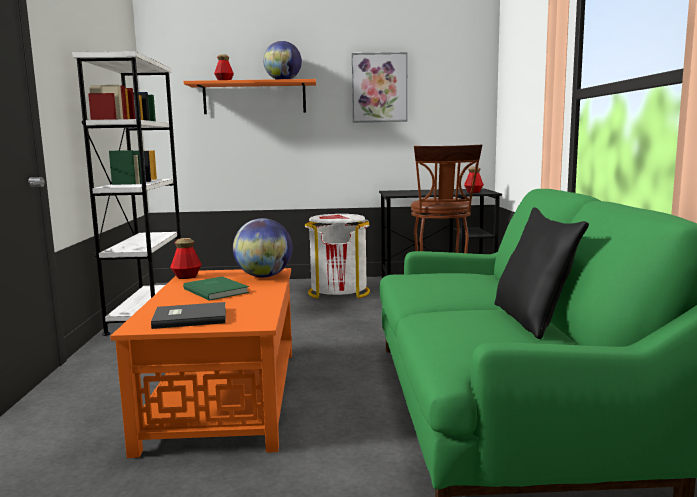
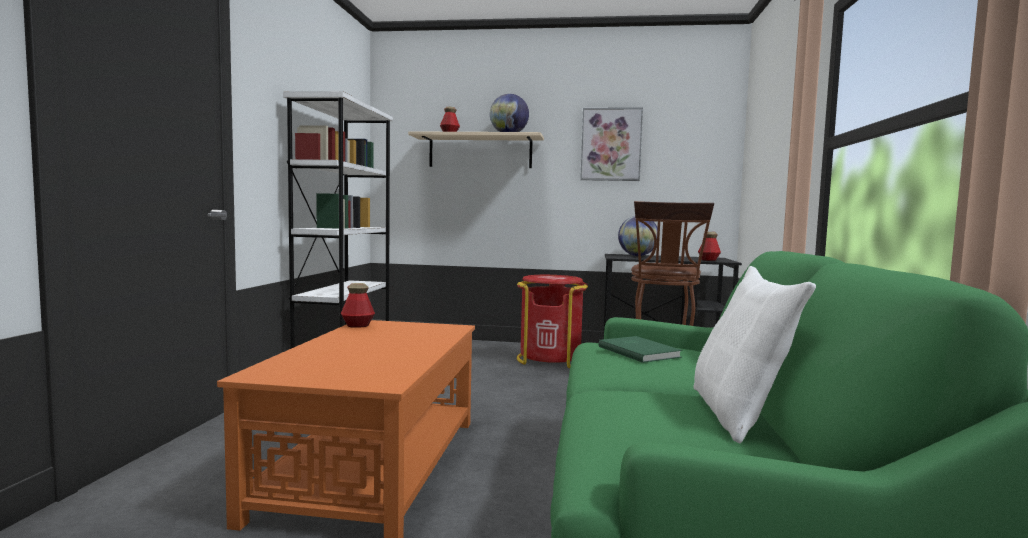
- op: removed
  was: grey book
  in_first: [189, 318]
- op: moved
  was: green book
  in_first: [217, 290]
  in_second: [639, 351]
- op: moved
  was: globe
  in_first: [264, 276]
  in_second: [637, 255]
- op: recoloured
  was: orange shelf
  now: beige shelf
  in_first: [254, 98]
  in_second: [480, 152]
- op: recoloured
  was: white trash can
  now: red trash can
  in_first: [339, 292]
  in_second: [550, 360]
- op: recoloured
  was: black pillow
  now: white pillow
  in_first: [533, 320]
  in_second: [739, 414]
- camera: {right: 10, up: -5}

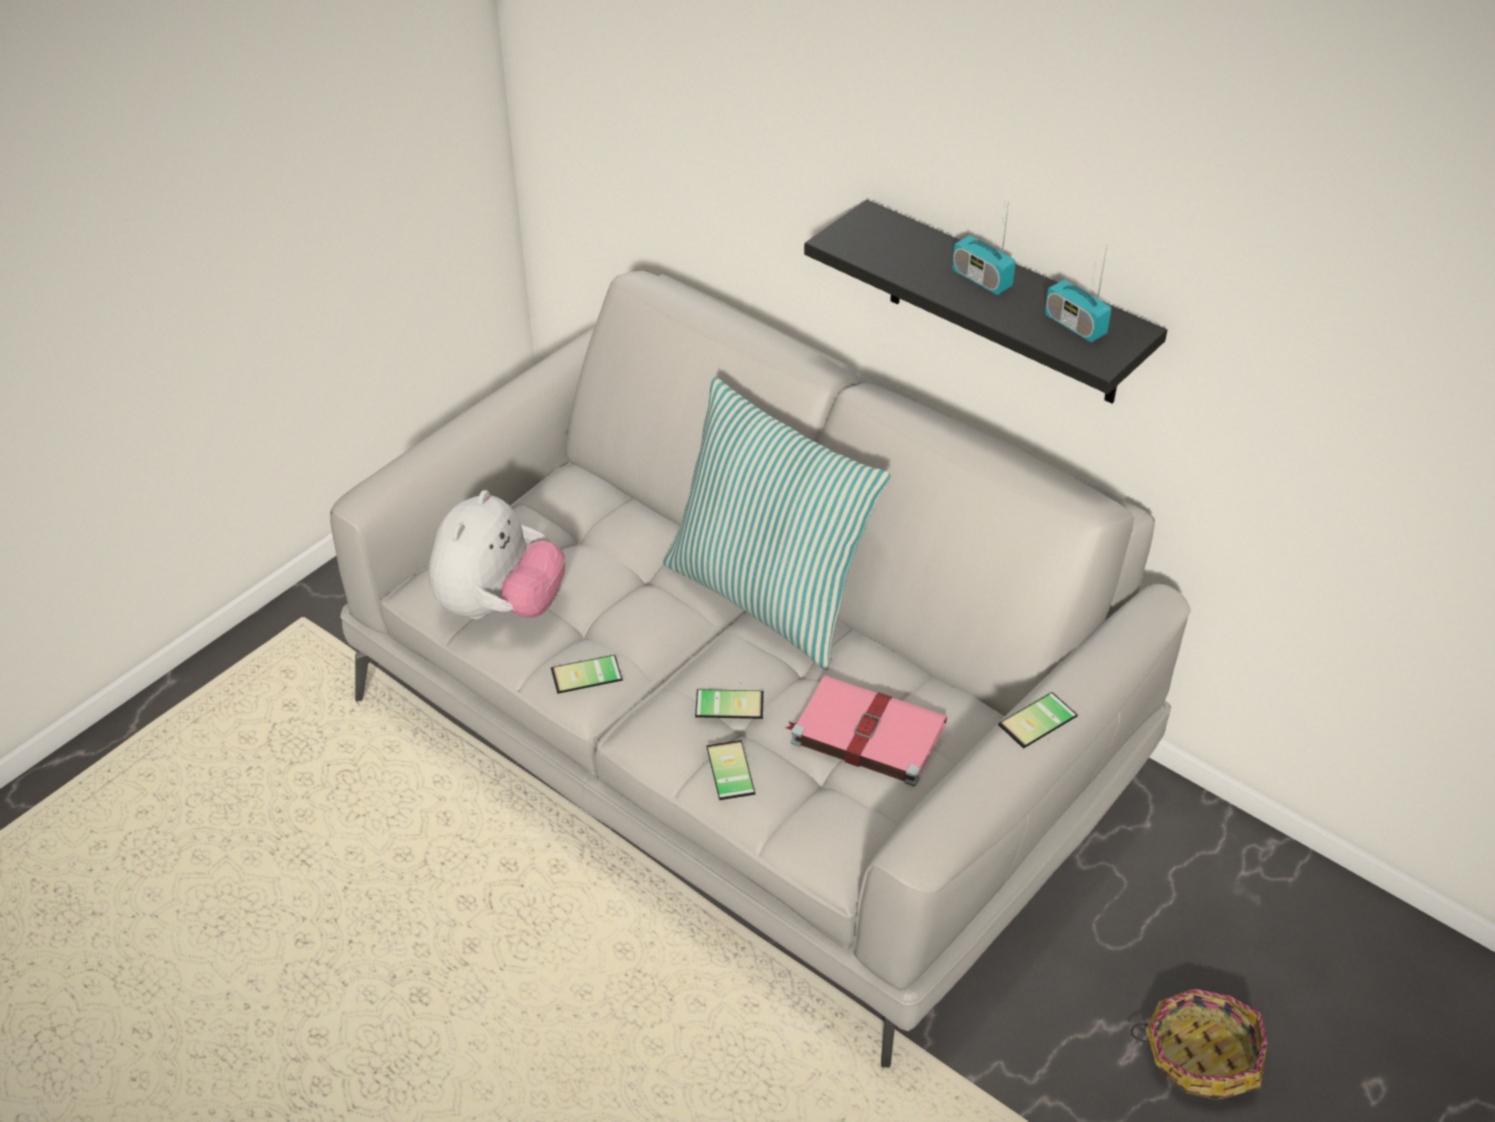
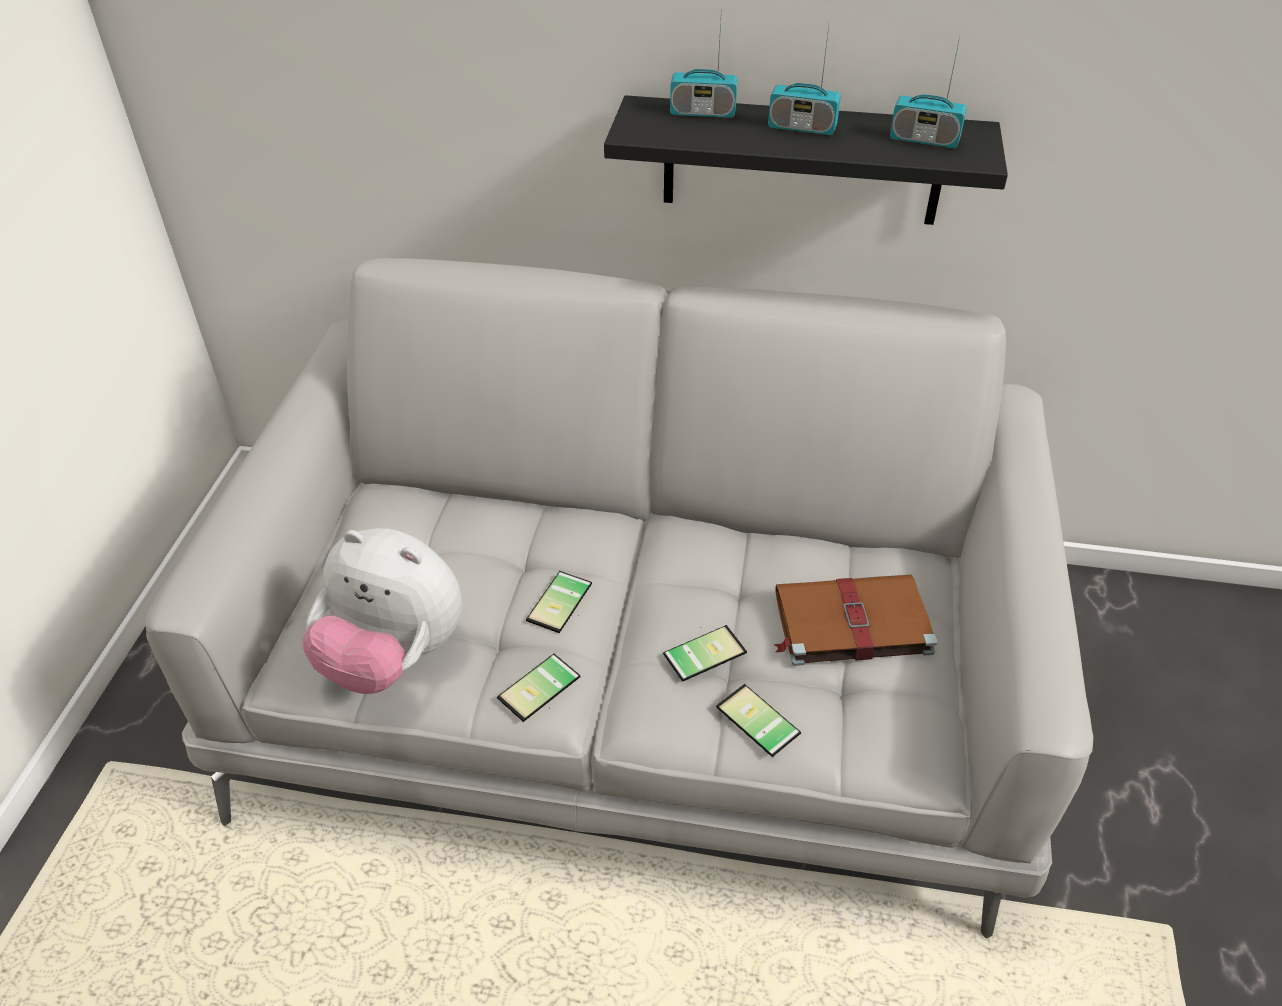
- op: removed
  was: pillow
  in_first: [768, 596]
- op: removed
  was: basket
  in_first: [1201, 1055]
- op: added
  now: radio
  in_second: [702, 112]
- op: moved
  was: phone
  in_first: [1040, 723]
  in_second: [563, 603]
- op: recoloured
  was: pink book
  now: brown book
  in_first: [865, 732]
  in_second: [849, 623]
- op: turned
  was: plush toy
  in_first: [500, 607]
  in_second: [393, 656]
  clockwise: 120
- camera: {right: -30, up: 0}

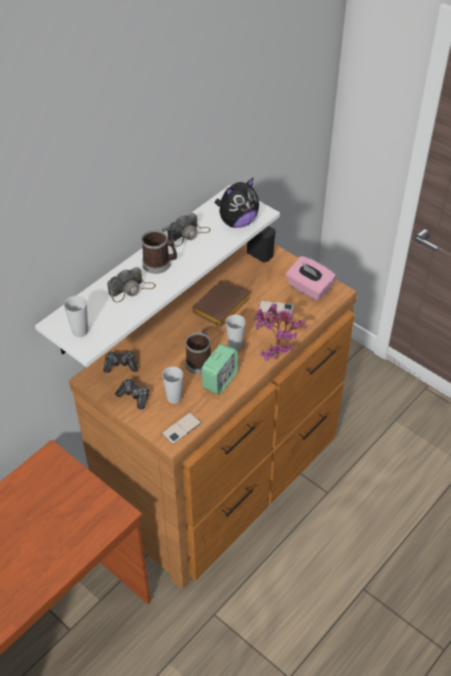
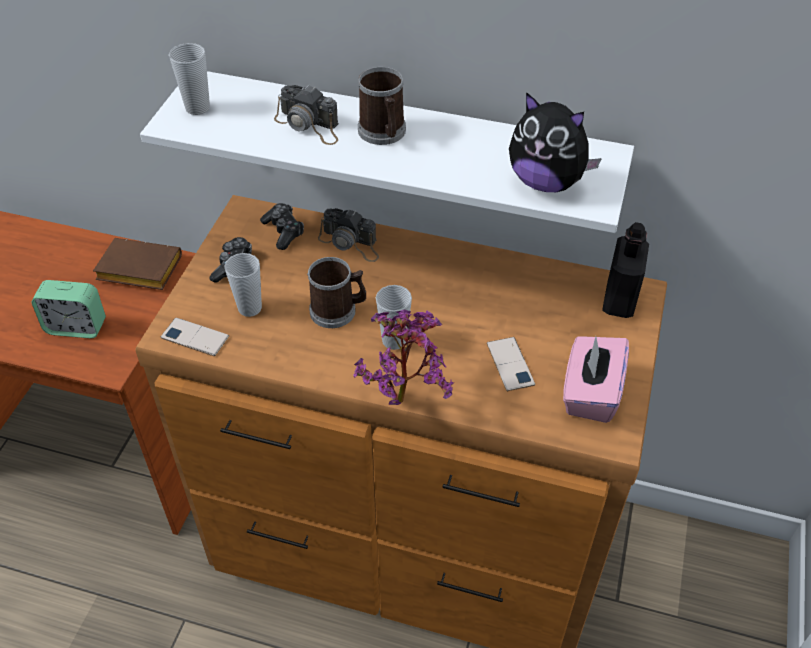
- op: moved
  was: photo camera
  in_first: [189, 234]
  in_second: [350, 243]
- op: moved
  was: brown book
  in_first: [221, 308]
  in_second: [137, 270]
- op: moved
  was: alarm clock
  in_first: [220, 380]
  in_second: [76, 327]
- camera: {right: 65, up: 0}

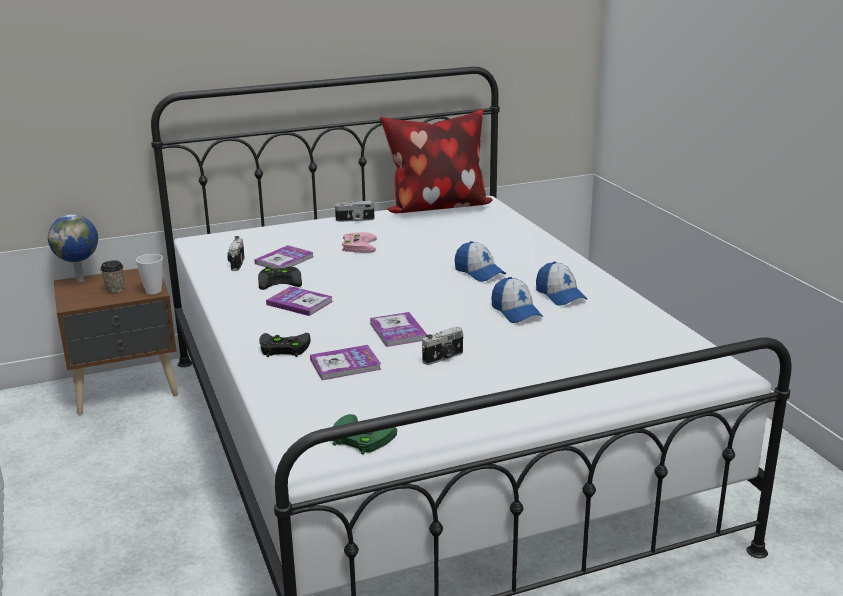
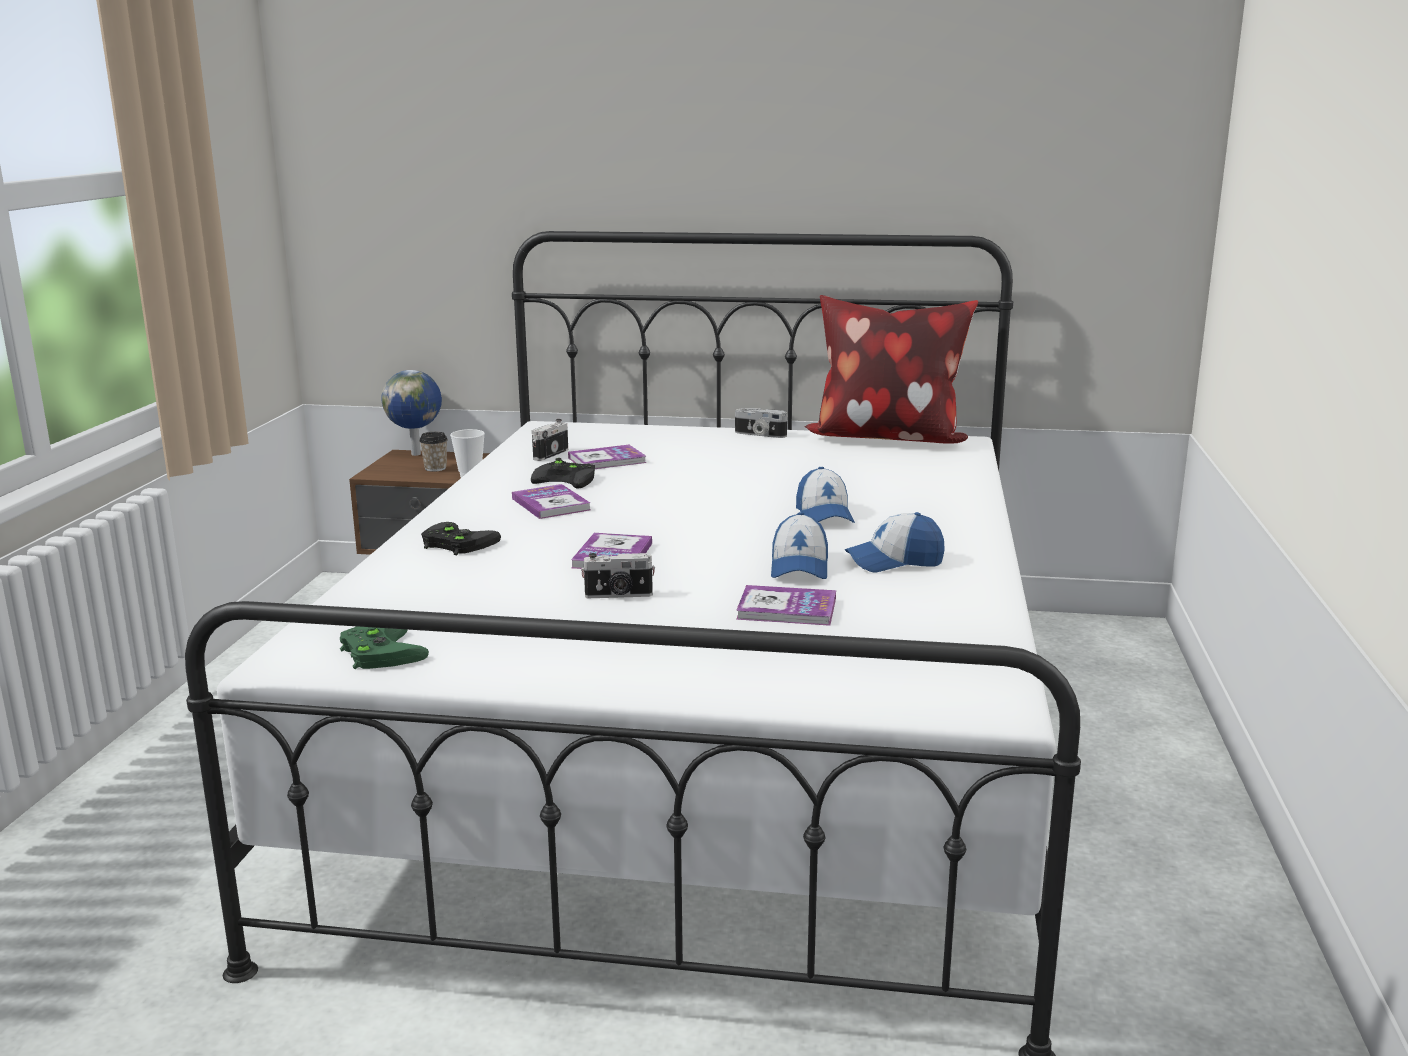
- op: removed
  was: pink game controller
  in_first: [357, 245]
- op: moved
  was: book
  in_first: [345, 364]
  in_second: [786, 609]
- op: turned
  was: cap
  in_first: [560, 295]
  in_second: [894, 561]
  clockwise: 75
- camera: {right: 30, up: -5}

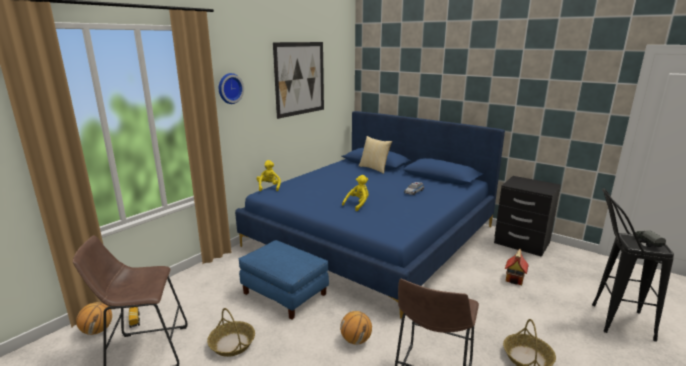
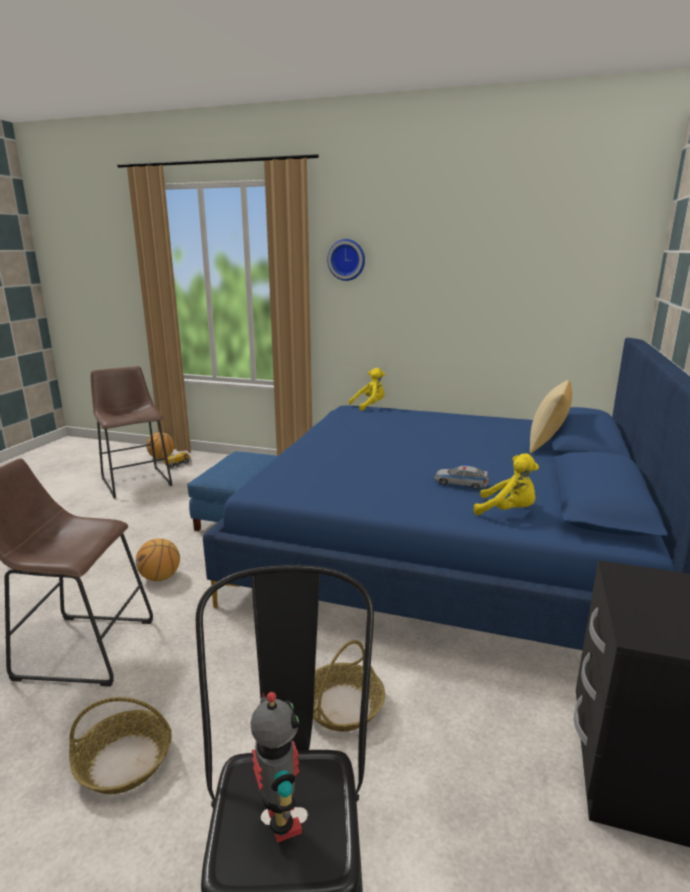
- op: removed
  was: picture
  in_first: [300, 78]
- op: removed
  was: toy house
  in_first: [515, 279]
- op: moved
  was: basket
  in_first: [232, 344]
  in_second: [343, 705]
- op: moved
  was: yellow plush toy
  in_first: [358, 204]
  in_second: [507, 511]
- op: replaced
  was: toy truck
  now: toy robot
  in_first: [647, 243]
  in_second: [279, 821]
- camera: {right: 70, up: 0}

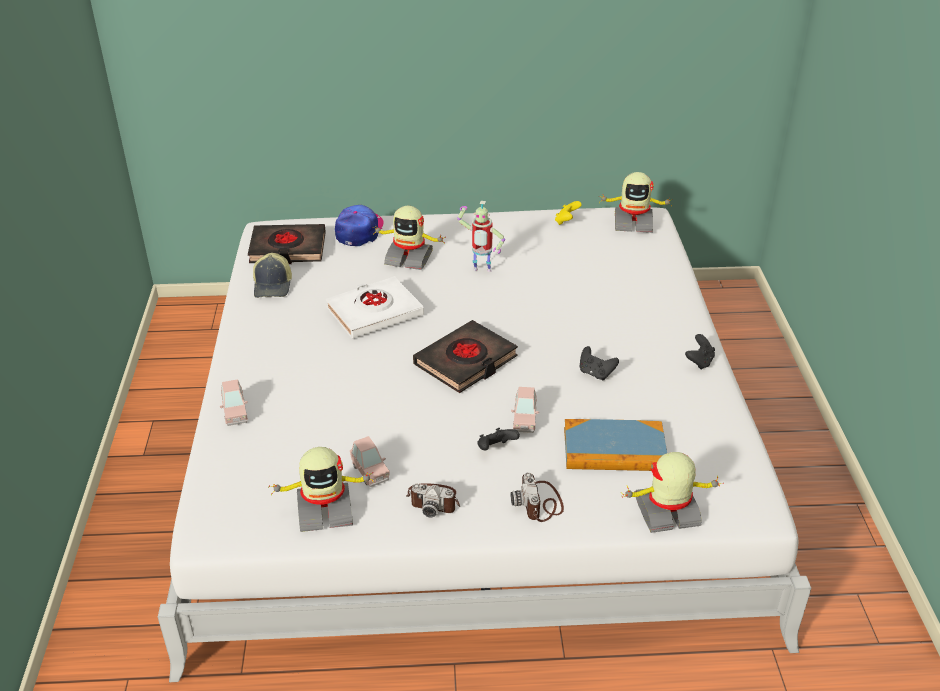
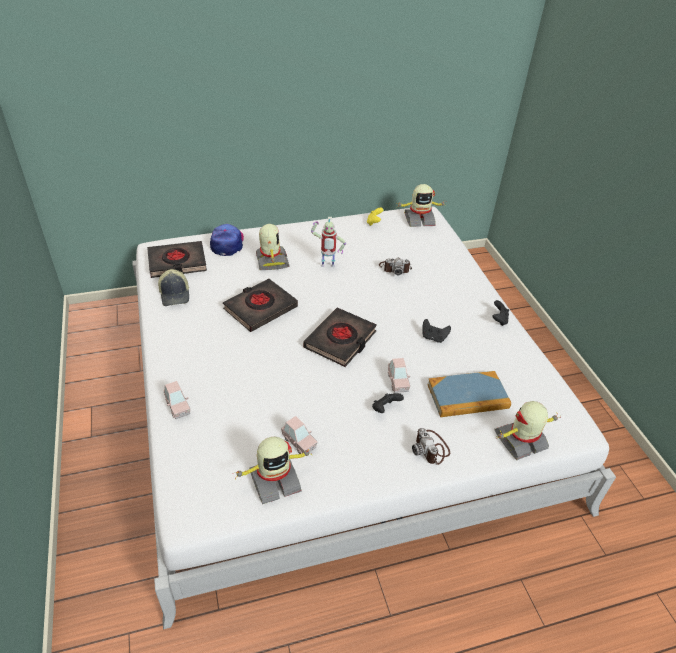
- op: moved
  was: photo camera
  in_first: [434, 500]
  in_second: [395, 268]
- op: recoloured
  was: white book
  now: black book
  in_first: [374, 312]
  in_second: [260, 308]
- op: turned
  was: toy robot
  in_first: [409, 258]
  in_second: [271, 261]
  clockwise: -105
- camera: {right: -15, up: 5}

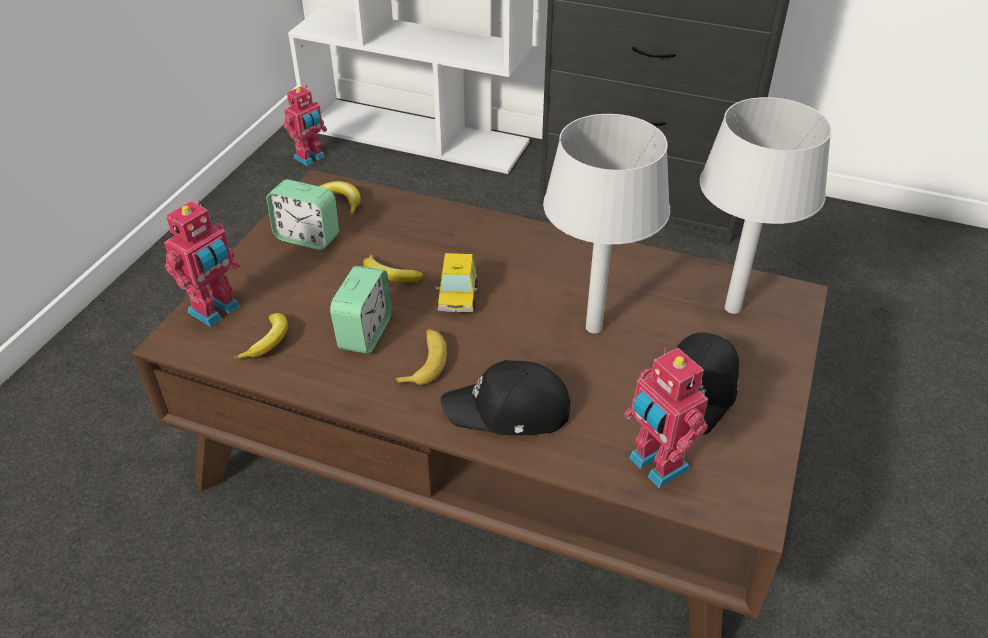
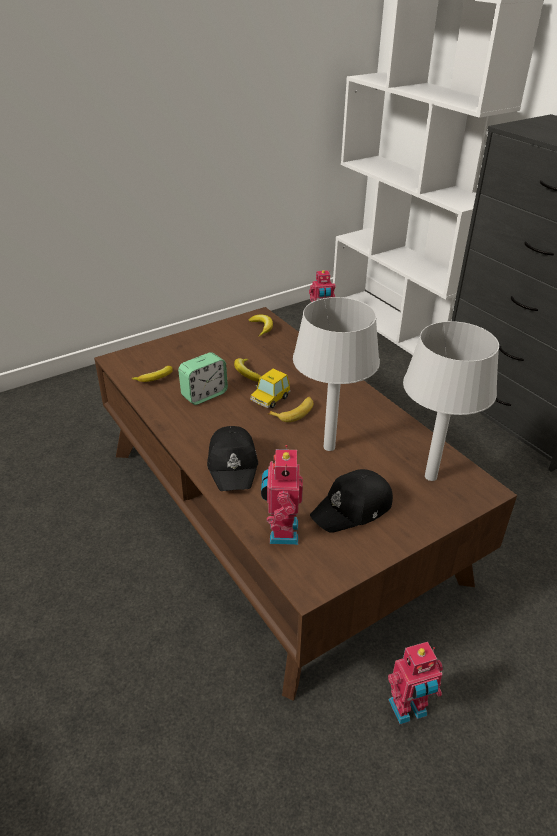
- op: removed
  was: alarm clock
  in_first: [307, 237]
- op: moved
  was: toy robot
  in_first: [216, 311]
  in_second: [408, 710]
- op: moved
  was: banana
  in_first: [424, 362]
  in_second: [294, 412]
- op: turned
  was: black cap
  in_first: [509, 411]
  in_second: [233, 465]
  clockwise: -135
- camera: {right: 35, up: -5}

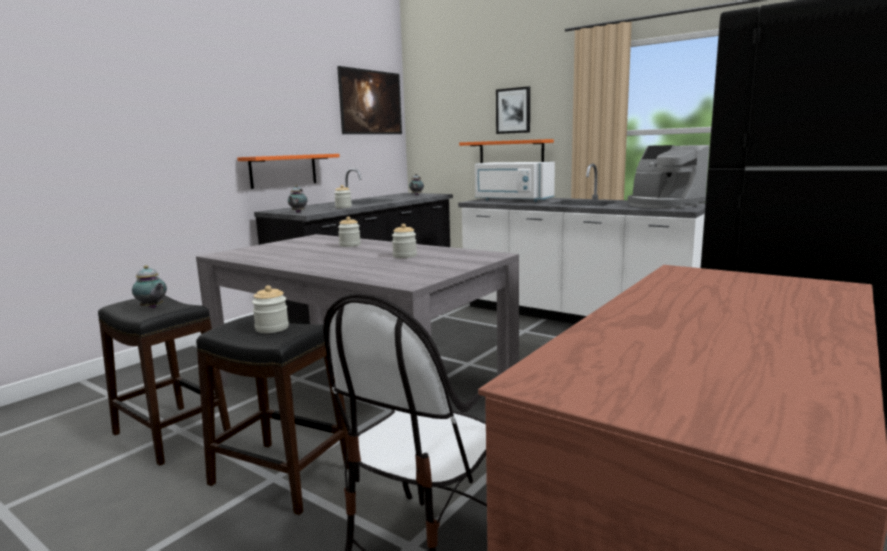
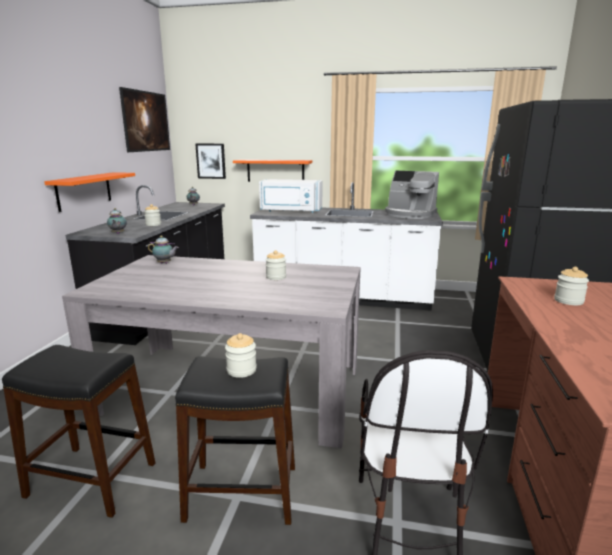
- op: moved
  was: teapot
  in_first: [152, 308]
  in_second: [165, 263]
- op: moved
  was: jar
  in_first: [350, 245]
  in_second: [568, 301]
- op: moved
  was: picture
  in_first: [513, 110]
  in_second: [211, 161]
- camera: {right: -25, up: 5}

